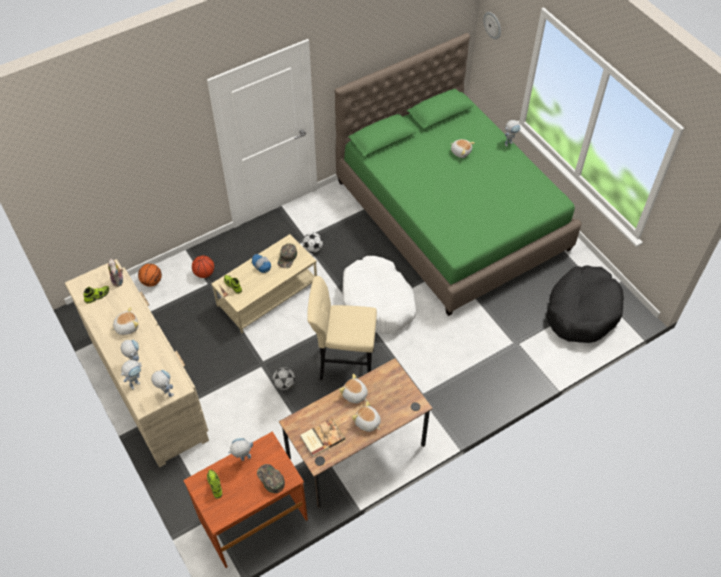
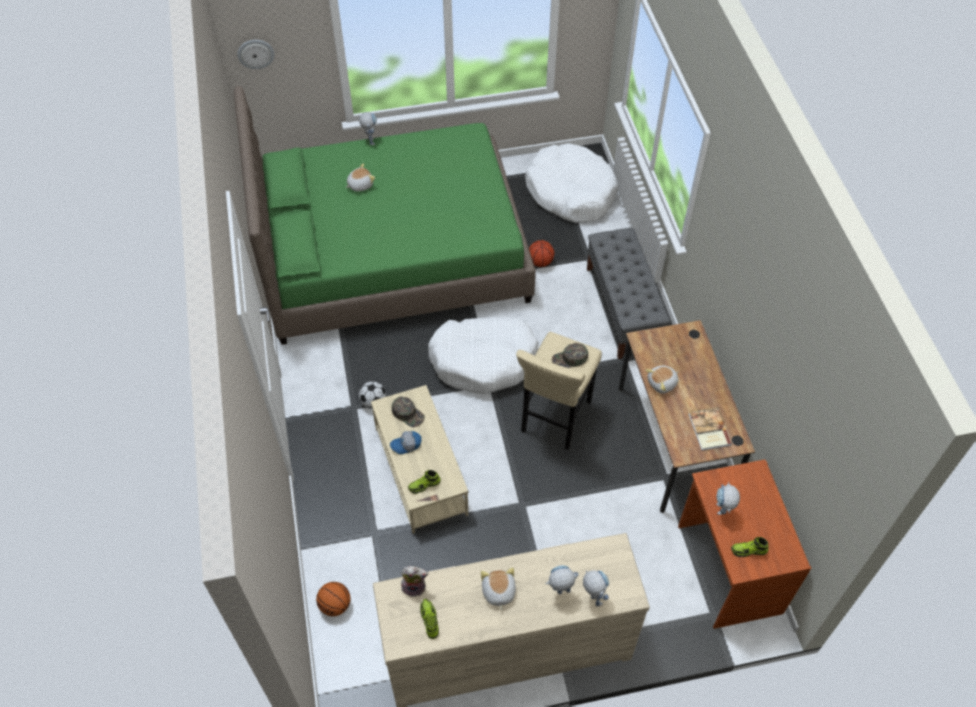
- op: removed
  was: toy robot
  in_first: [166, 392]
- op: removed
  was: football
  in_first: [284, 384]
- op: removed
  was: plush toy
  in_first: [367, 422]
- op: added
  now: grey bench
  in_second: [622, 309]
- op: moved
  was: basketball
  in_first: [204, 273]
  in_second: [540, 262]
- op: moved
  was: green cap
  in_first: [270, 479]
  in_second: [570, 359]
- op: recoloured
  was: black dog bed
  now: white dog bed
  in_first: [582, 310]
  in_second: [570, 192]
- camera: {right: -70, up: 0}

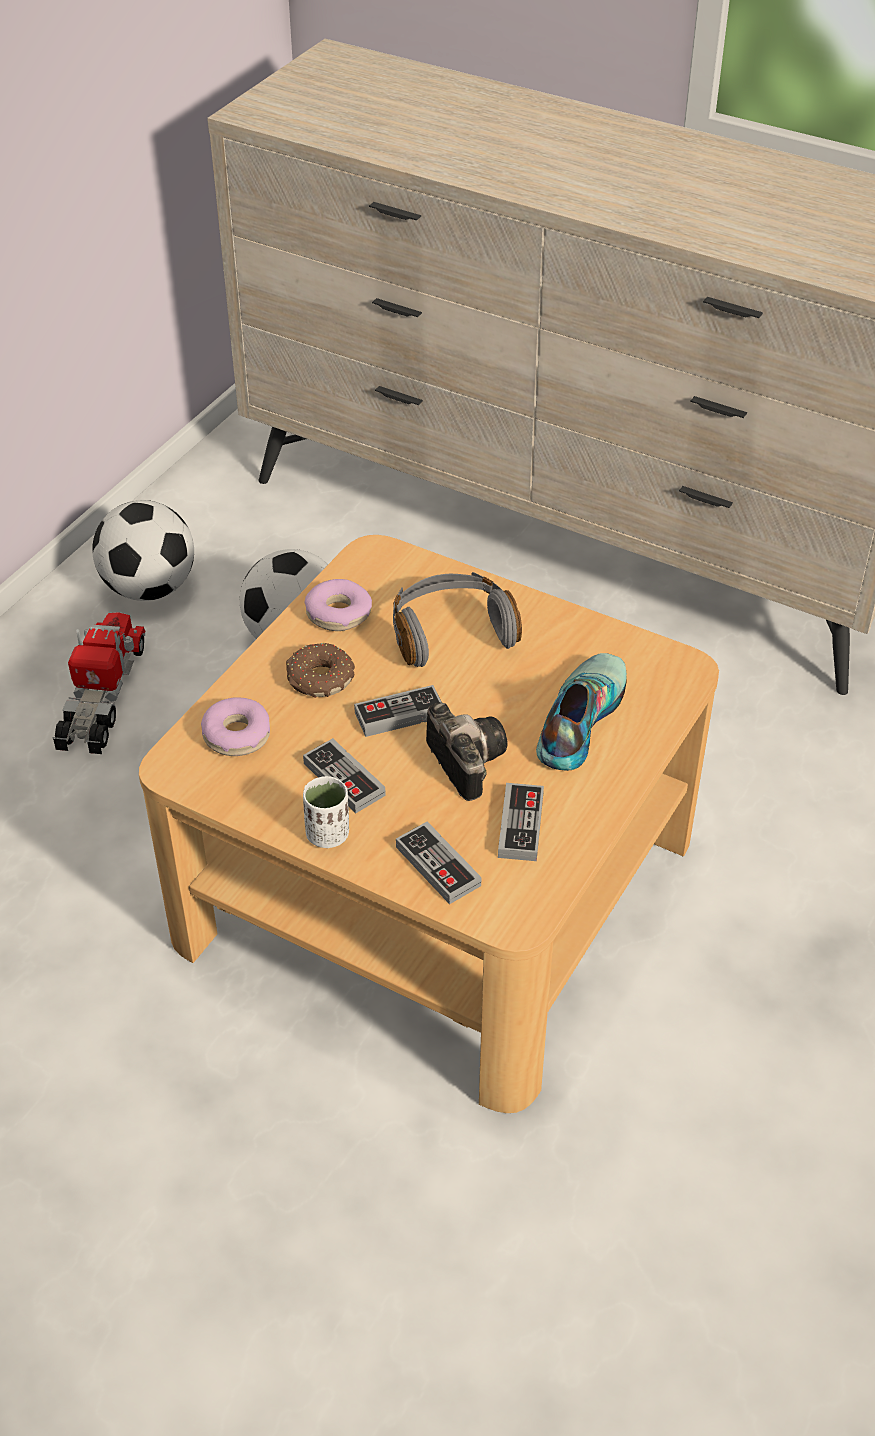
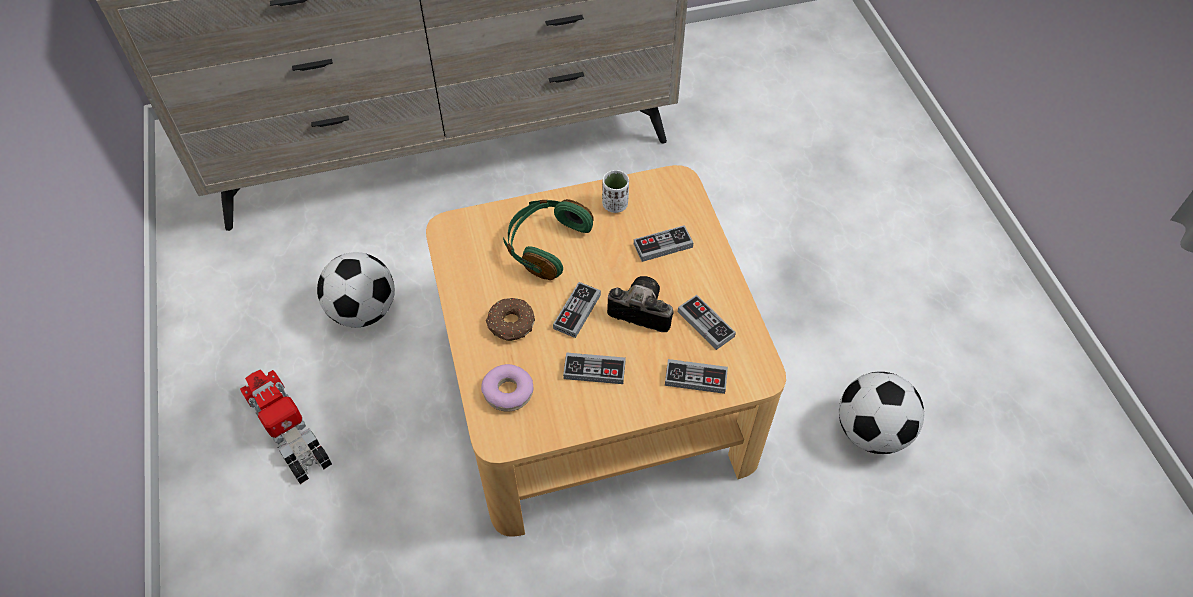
- op: removed
  was: donut
  in_first: [338, 614]
- op: moved
  was: football
  in_first: [149, 588]
  in_second: [871, 431]
- op: moved
  was: white cup
  in_first: [328, 835]
  in_second: [615, 205]
- op: replaced
  was: shoe
  now: game controller
  in_first: [577, 719]
  in_second: [663, 245]
- op: recoloured
  was: grey headphones
  now: green headphones
  in_first: [451, 632]
  in_second: [545, 244]
- camera: {right: -45, up: 10}

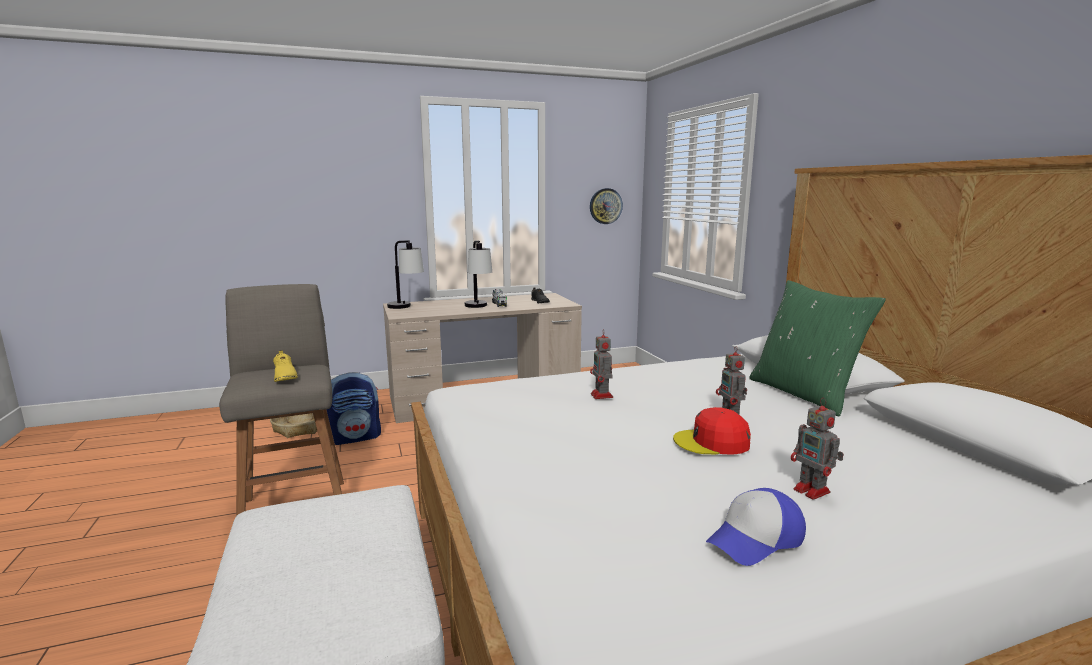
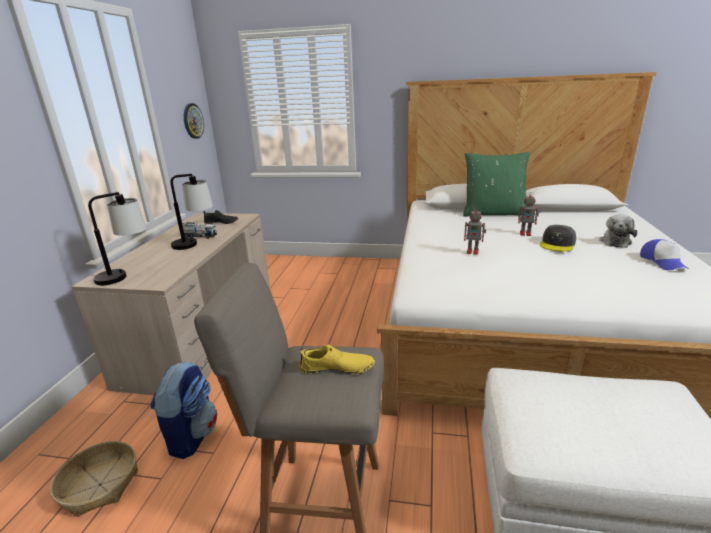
- op: replaced
  was: toy robot
  now: plush toy
  in_first: [813, 491]
  in_second: [615, 241]
- op: recoloured
  was: red cap
  now: grey cap
  in_first: [712, 442]
  in_second: [557, 244]
- camera: {right: -60, up: 10}

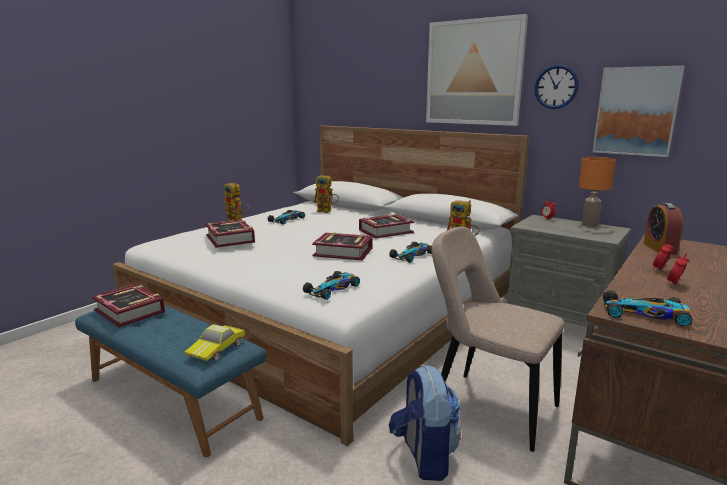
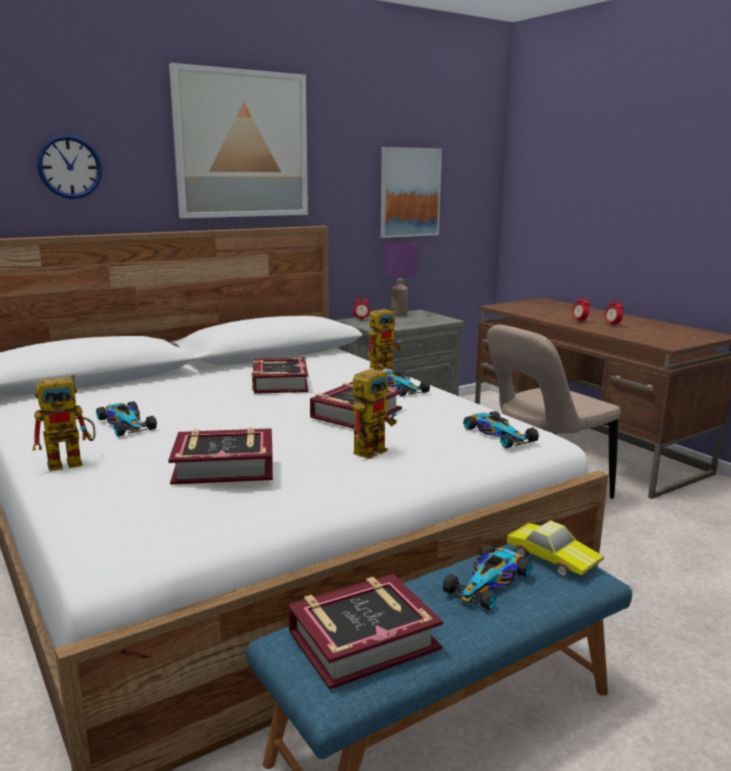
- op: removed
  was: backpack
  in_first: [424, 456]
- op: removed
  was: alarm clock
  in_first: [659, 248]
- op: moved
  was: toy robot
  in_first: [327, 211]
  in_second: [372, 449]
- op: moved
  was: wall clock
  in_first: [556, 87]
  in_second: [69, 167]
- op: moved
  was: toy car
  in_first: [646, 314]
  in_second: [489, 582]
- op: recoloured
  was: orange table lamp
  now: purple table lamp
  in_first: [590, 225]
  in_second: [399, 314]
- camera: {right: -70, up: 0}

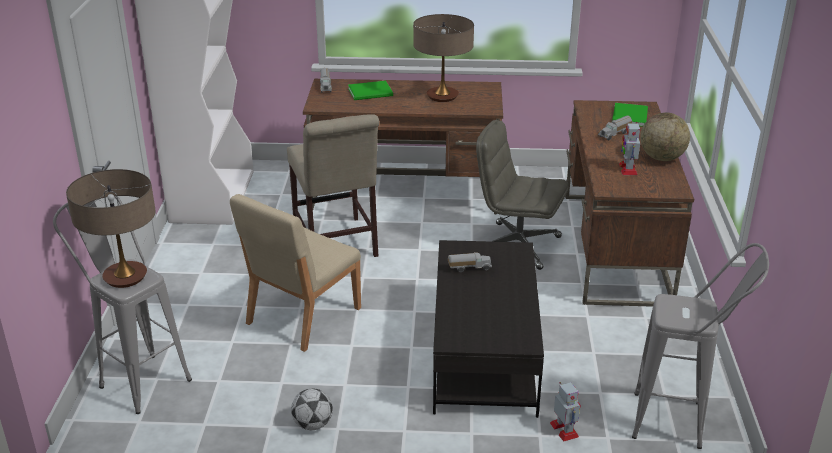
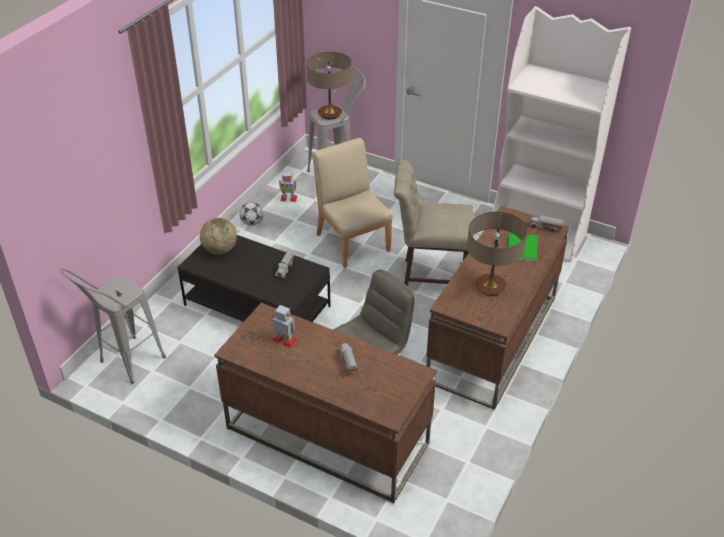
- op: removed
  was: green book
  in_first: [631, 116]
- op: moved
  was: toy robot
  in_first: [564, 430]
  in_second: [288, 198]
- op: moved
  was: globe
  in_first: [662, 158]
  in_second: [220, 250]
- camera: {right: 115, up: 10}

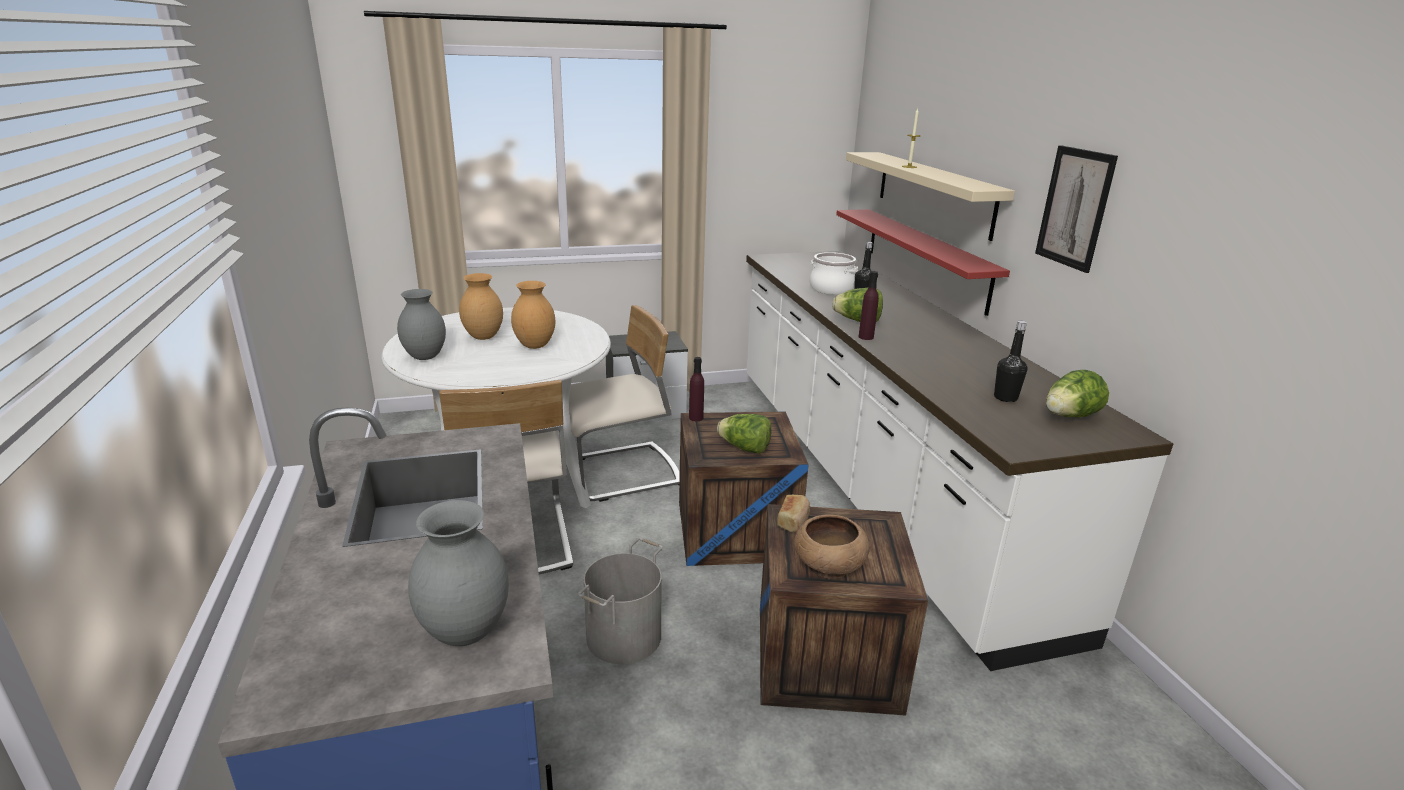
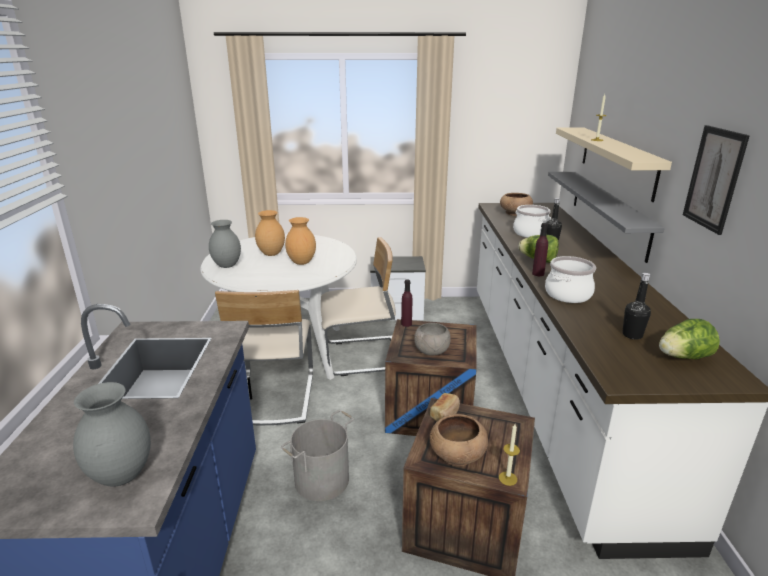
- op: added
  now: candle
  in_second: [507, 478]
- op: added
  now: brown bowl
  in_second: [514, 213]
- op: added
  now: cooking pot
  in_second: [568, 295]
- op: replaced
  was: lettuce
  now: grey bowl
  in_first: [744, 448]
  in_second: [432, 351]
- op: recoloured
  was: red shelf
  now: grey shelf
  in_first: [925, 257]
  in_second: [608, 212]
- camera: {right: 15, up: 0}

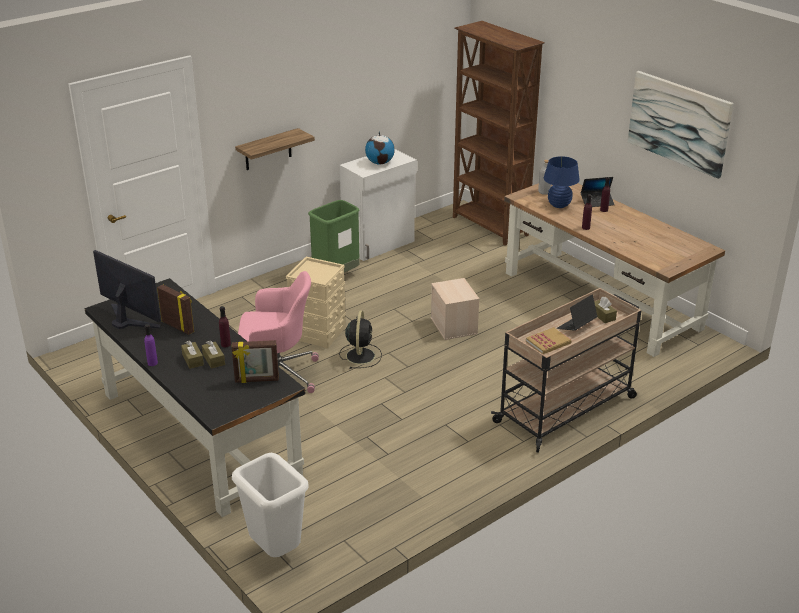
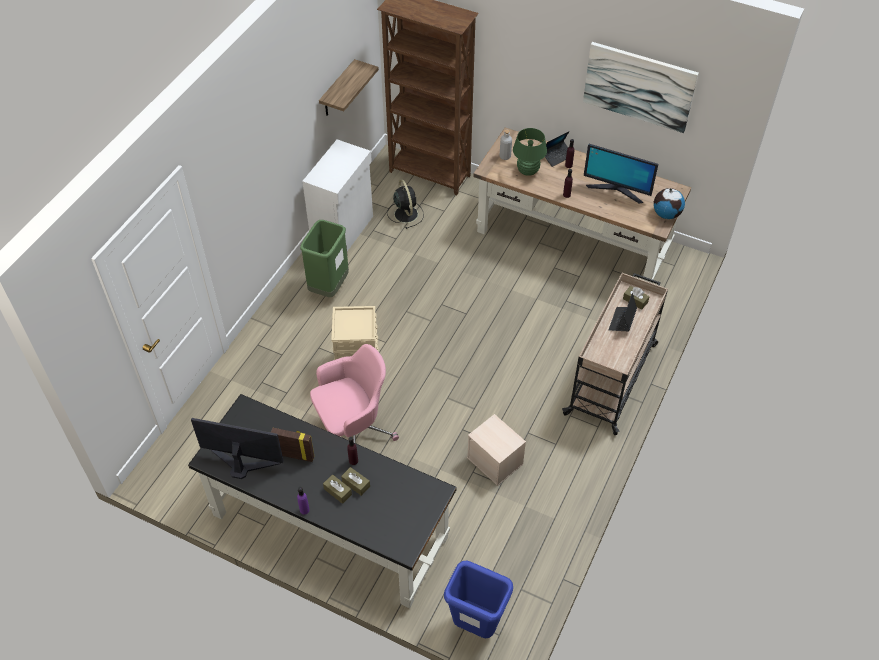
- op: removed
  was: picture frame
  in_first: [257, 380]
- op: removed
  was: book
  in_first: [548, 342]
- op: added
  now: monitor
  in_second: [616, 190]
- op: moved
  was: shelf
  in_first: [268, 150]
  in_second: [337, 90]
- op: moved
  was: black fan
  in_first: [360, 355]
  in_second: [405, 213]
- op: moved
  was: globe
  in_first: [380, 163]
  in_second: [666, 214]
- op: moved
  was: beige storage box
  in_first: [454, 326]
  in_second: [496, 461]
- op: recoloured
  was: white trash can
  now: blue trash can
  in_first: [276, 553]
  in_second: [476, 625]
- op: recoloured
  was: blue table lamp
  now: green table lamp
  in_first: [559, 205]
  in_second: [528, 171]
- camera: {right: -25, up: 20}

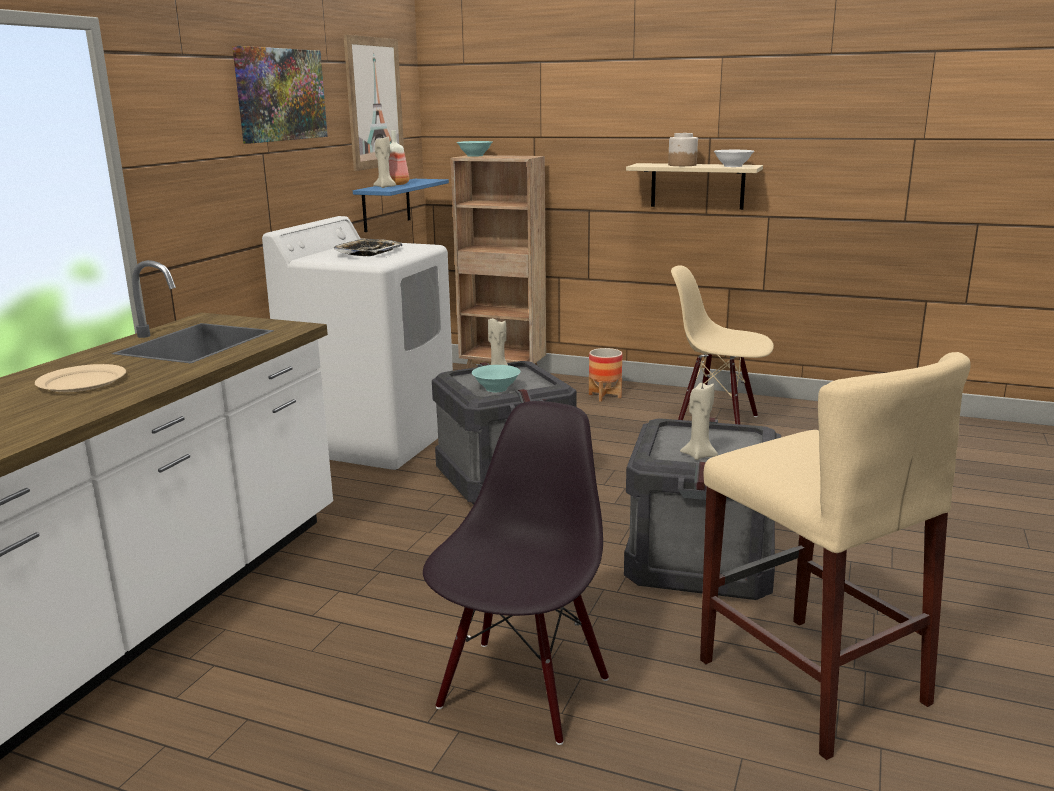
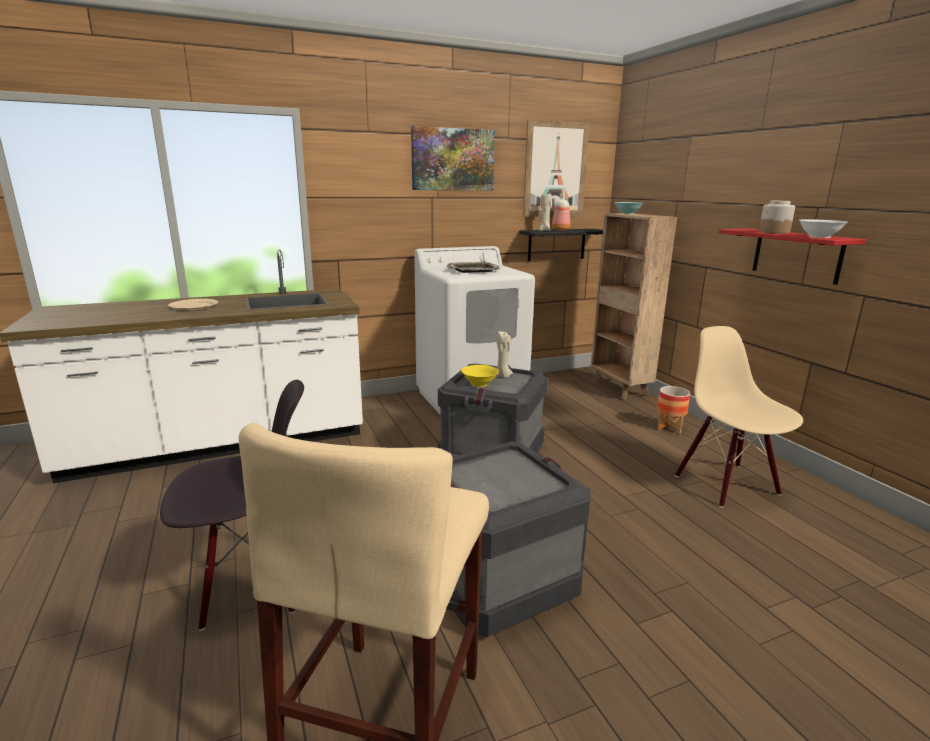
- op: removed
  was: beige candle
  in_first: [698, 455]
- op: recoloured
  was: blue shelf
  now: black shelf
  in_first: [386, 205]
  in_second: [556, 244]
- op: recoloured
  was: turquoise bowl
  now: yellow bowl
  in_first: [496, 388]
  in_second: [479, 383]
- op: recoloured
  was: beige shelf
  now: red shelf
  in_first: [697, 186]
  in_second: [796, 255]
- camera: {right: 45, up: 0}

